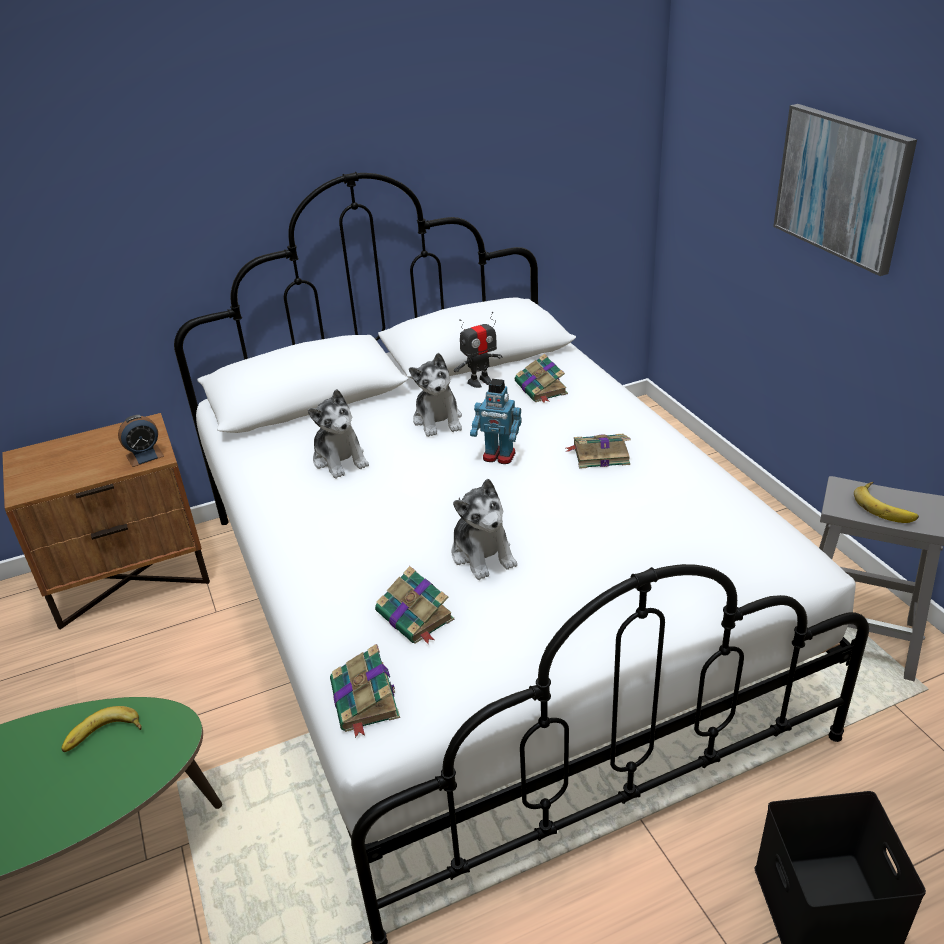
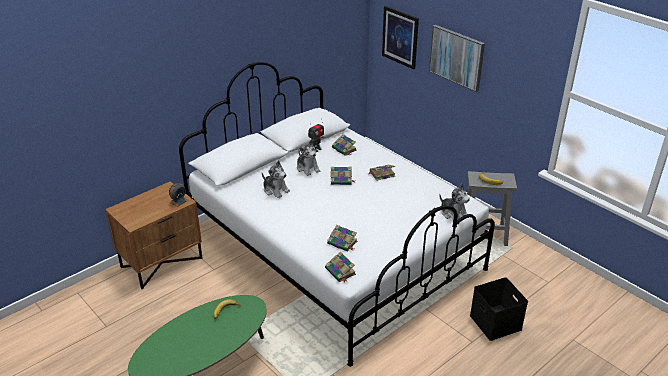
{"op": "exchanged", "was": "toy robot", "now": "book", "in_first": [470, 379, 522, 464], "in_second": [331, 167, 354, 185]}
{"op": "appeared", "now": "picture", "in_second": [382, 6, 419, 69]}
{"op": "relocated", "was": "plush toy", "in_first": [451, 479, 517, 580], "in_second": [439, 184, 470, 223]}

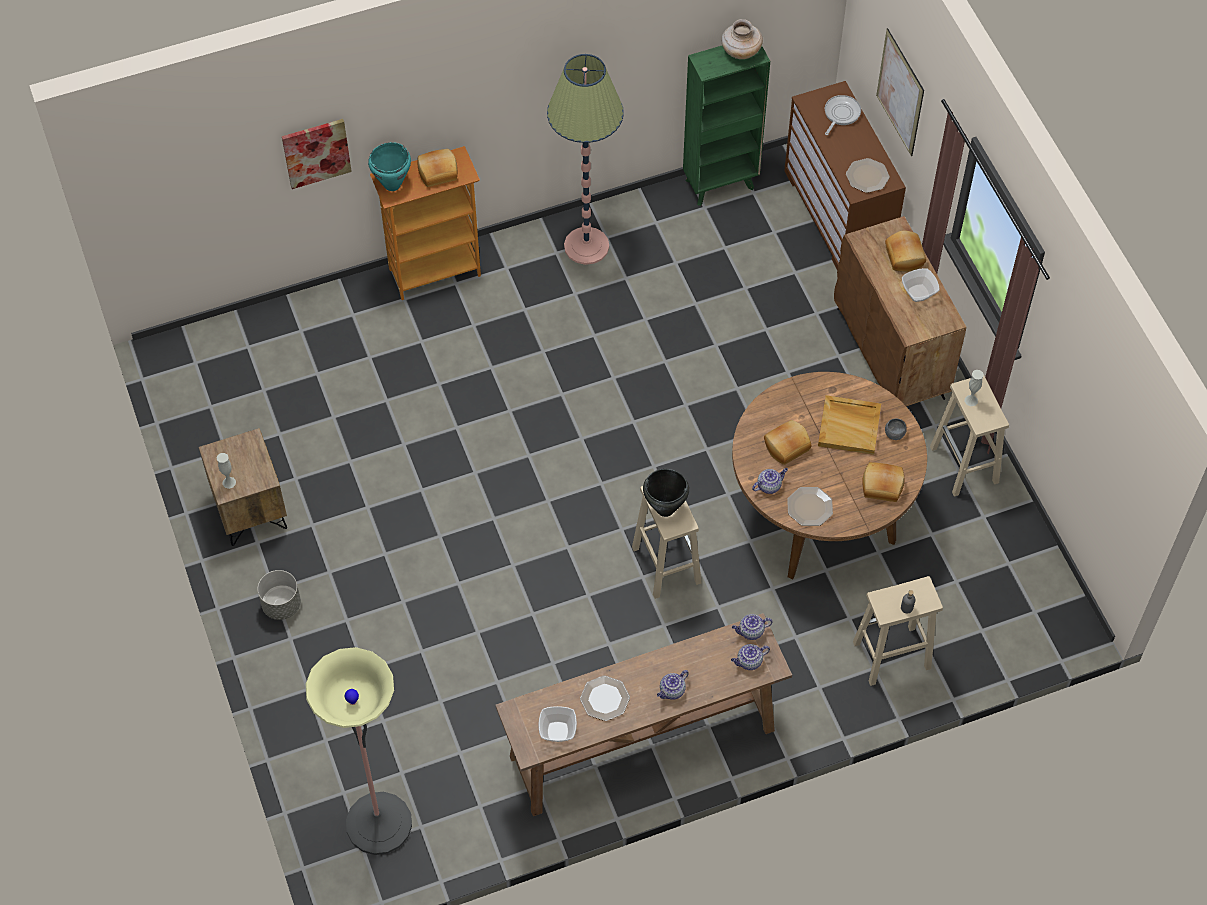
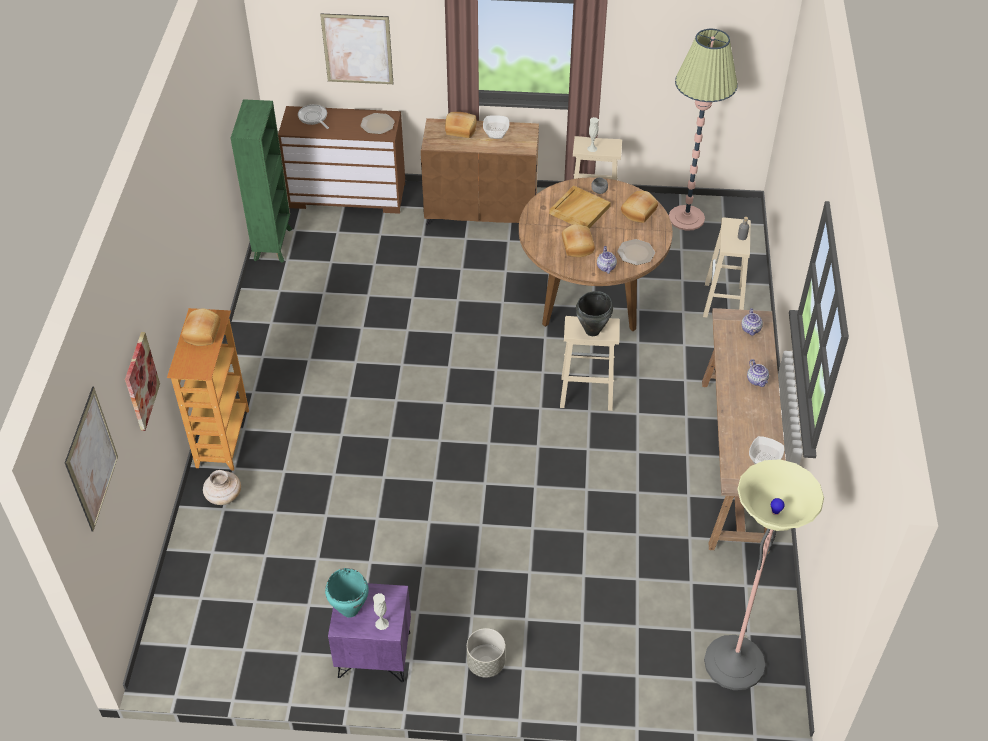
{"op": "appeared", "now": "picture", "in_second": [65, 387, 118, 532]}
{"op": "relocated", "was": "beige vase", "in_first": [721, 19, 763, 59], "in_second": [203, 470, 241, 505]}
{"op": "relocated", "was": "turquoise cooking pot", "in_first": [368, 142, 411, 191], "in_second": [325, 568, 369, 618]}
{"op": "colour", "was": "brown nightstand", "now": "purple nightstand", "in_first": [199, 428, 287, 546], "in_second": [328, 583, 411, 682]}
{"op": "relocated", "was": "floor lamp", "in_first": [547, 54, 624, 265], "in_second": [669, 29, 738, 231]}
{"op": "missing", "was": "plate", "in_first": [580, 675, 630, 721]}
{"op": "missing", "was": "teapot", "in_first": [732, 614, 773, 640]}

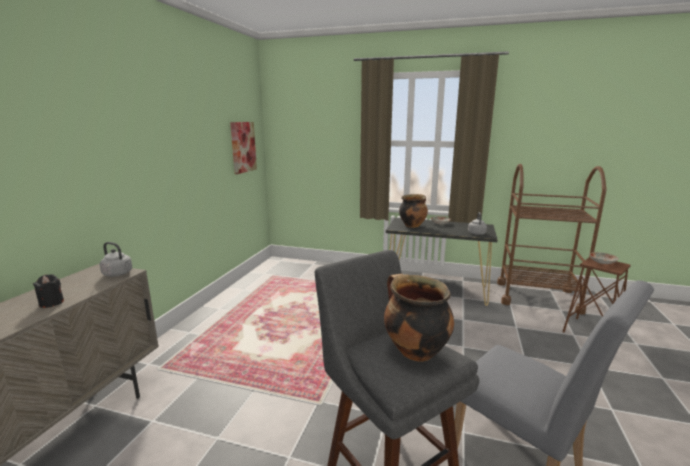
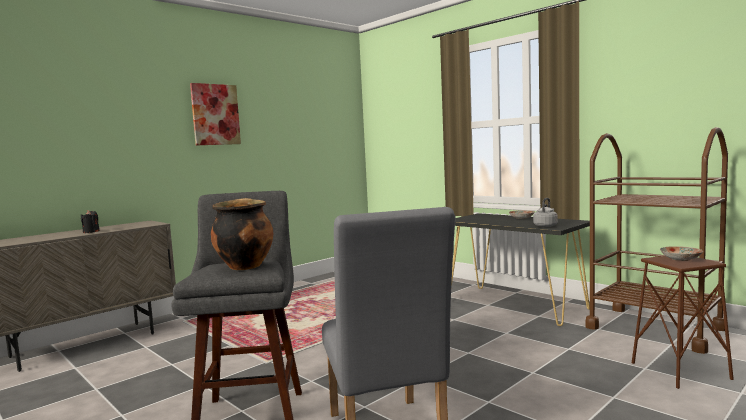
{"op": "relocated", "was": "picture", "in_first": [230, 122, 257, 174], "in_second": [190, 83, 241, 145]}
{"op": "missing", "was": "grey kettle", "in_first": [100, 242, 132, 277]}
{"op": "missing", "was": "cooking pot", "in_first": [399, 194, 428, 228]}

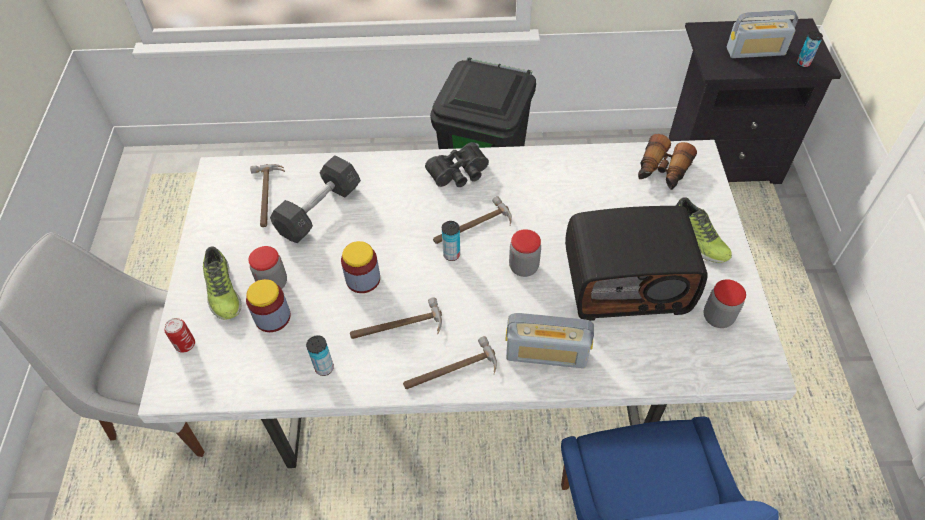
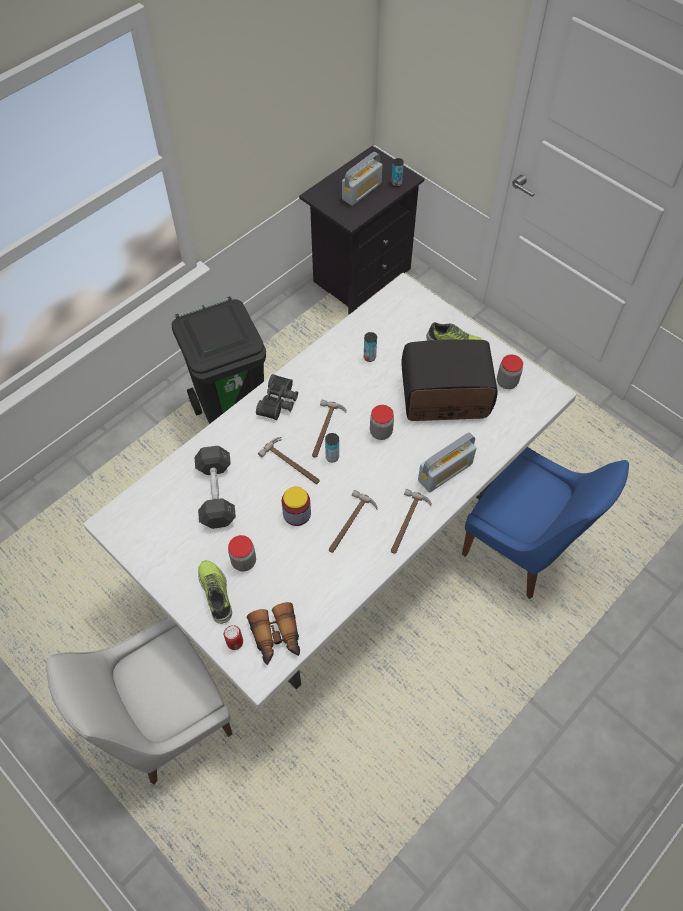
{"op": "spun", "was": "shoe", "in_first": [203, 246, 242, 320], "in_second": [198, 560, 232, 624], "clockwise": -135}
{"op": "relocated", "was": "binoculars", "in_first": [638, 134, 697, 190], "in_second": [247, 602, 300, 665]}
{"op": "relocated", "was": "hammer", "in_first": [250, 164, 285, 227], "in_second": [258, 437, 320, 484]}
{"op": "relocated", "was": "can", "in_first": [306, 335, 334, 376], "in_second": [364, 332, 377, 362]}
{"op": "spun", "was": "radio", "in_first": [565, 206, 708, 321], "in_second": [402, 339, 497, 421], "clockwise": -135}
{"op": "missing", "was": "jar", "in_first": [246, 279, 291, 332]}

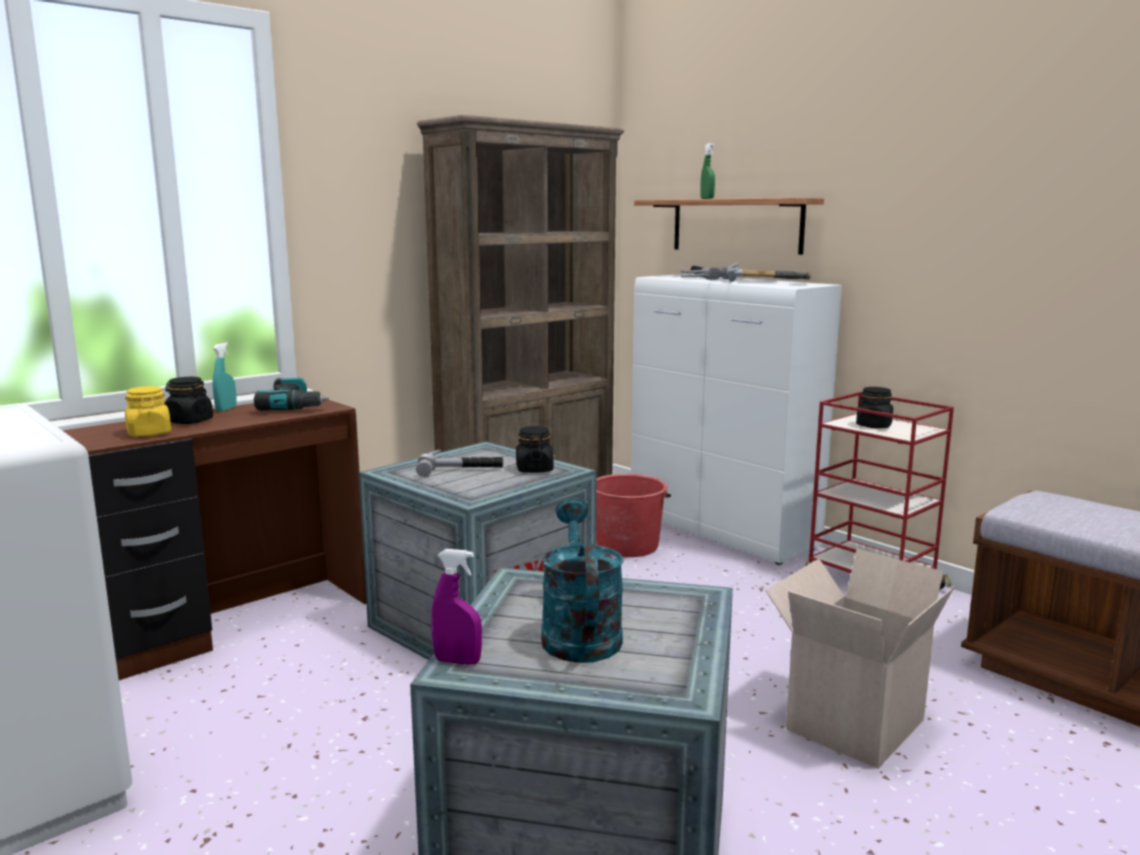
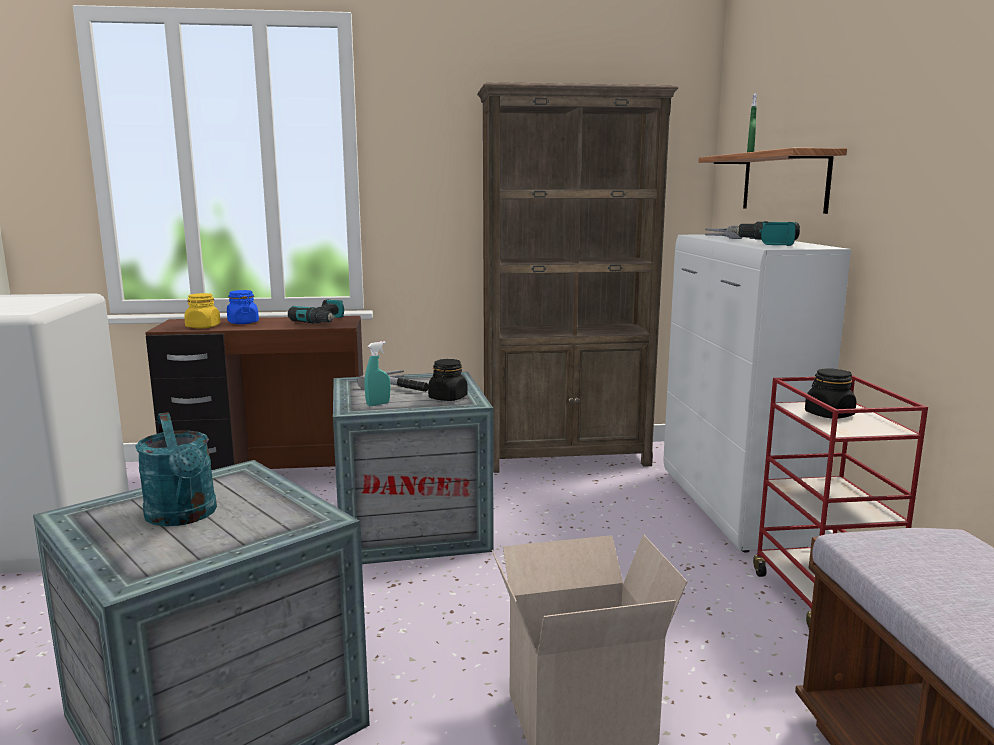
{"op": "spun", "was": "turquoise watering can", "in_first": [541, 498, 624, 663], "in_second": [135, 412, 217, 526], "clockwise": 120}
{"op": "colour", "was": "black jar", "now": "blue jar", "in_first": [164, 377, 213, 424], "in_second": [227, 290, 259, 324]}
{"op": "relocated", "was": "turquoise spray bottle", "in_first": [213, 342, 237, 412], "in_second": [365, 341, 391, 406]}
{"op": "exchanged", "was": "hammer", "now": "power drill", "in_first": [727, 262, 811, 282], "in_second": [731, 221, 800, 246]}
{"op": "missing", "was": "purple spray bottle", "in_first": [431, 549, 482, 665]}
{"op": "missing", "was": "red bucket", "in_first": [596, 474, 671, 557]}

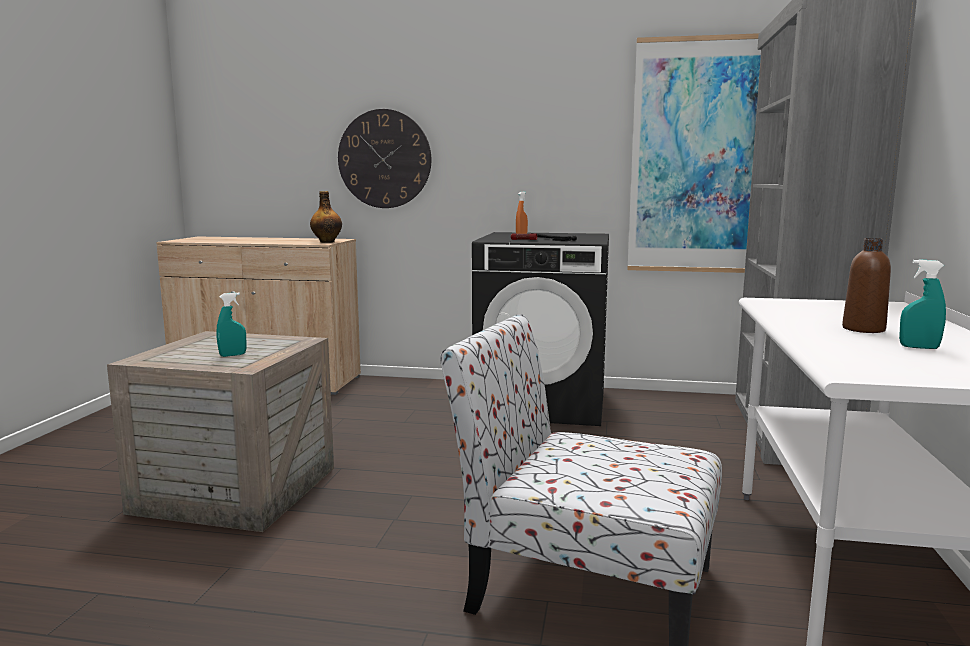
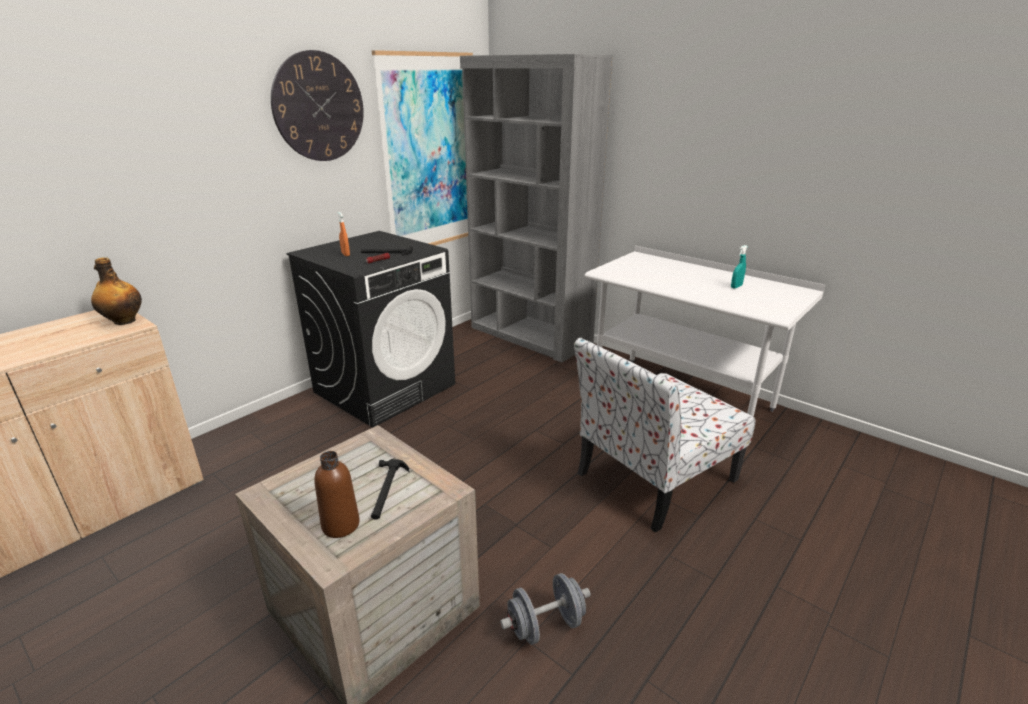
{"op": "relocated", "was": "wall clock", "in_first": [338, 109, 431, 208], "in_second": [271, 50, 364, 161]}
{"op": "relocated", "was": "brown bottle", "in_first": [842, 238, 891, 333], "in_second": [314, 451, 360, 538]}
{"op": "exchanged", "was": "turquoise spray bottle", "now": "hammer", "in_first": [217, 292, 246, 357], "in_second": [371, 459, 409, 520]}
{"op": "appeared", "now": "grey dumbbell", "in_second": [500, 573, 591, 645]}

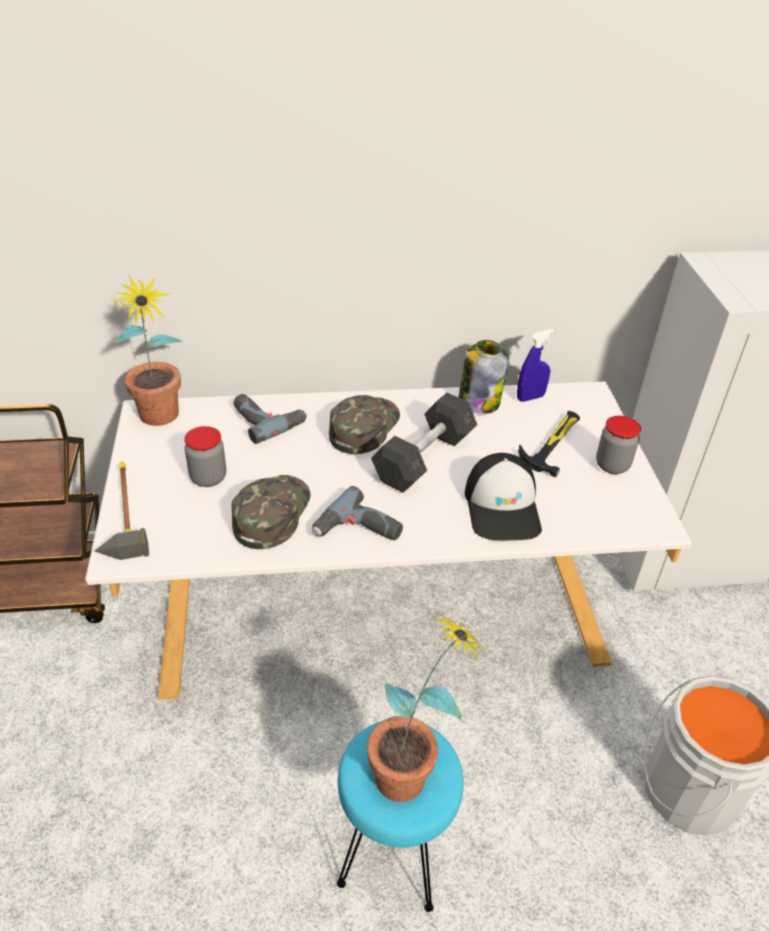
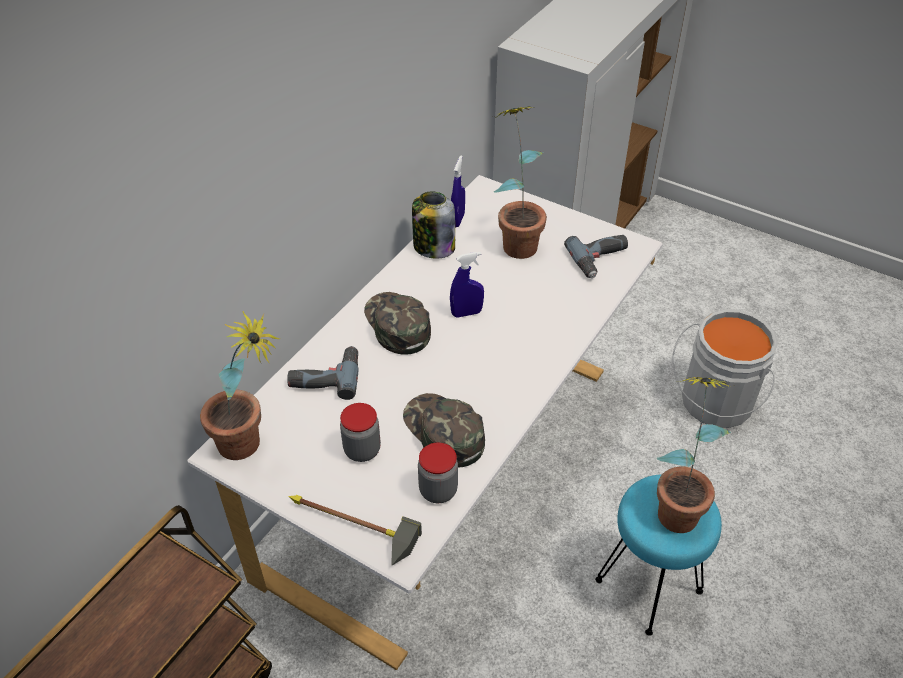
{"op": "relocated", "was": "jar", "in_first": [596, 416, 641, 474], "in_second": [418, 443, 458, 503]}
{"op": "exchanged", "was": "grey dumbbell", "now": "blue spray bottle", "in_first": [371, 393, 477, 493], "in_second": [450, 252, 484, 318]}
{"op": "exchanged", "was": "hammer", "now": "potted plant", "in_first": [518, 411, 580, 477], "in_second": [494, 107, 547, 259]}
{"op": "relocated", "was": "power drill", "in_first": [312, 486, 403, 540], "in_second": [564, 235, 628, 278]}
{"op": "missing", "was": "cap", "in_first": [465, 453, 542, 540]}

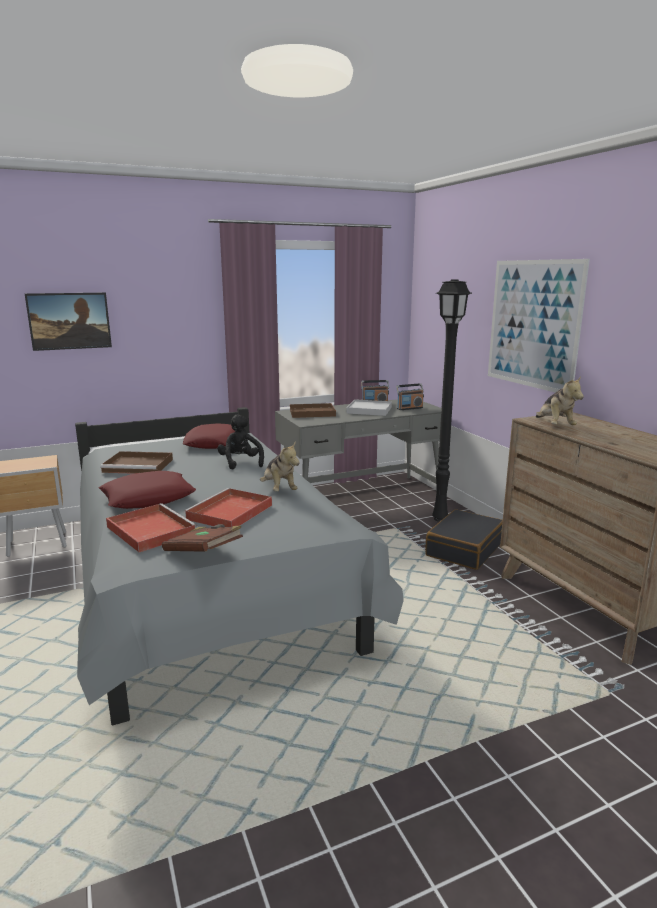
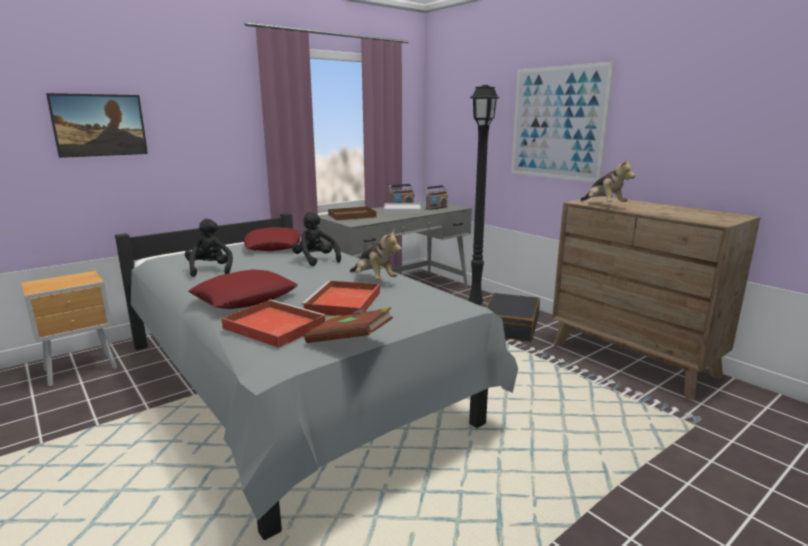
{"op": "exchanged", "was": "brown tray", "now": "black plush toy", "in_first": [100, 451, 173, 474], "in_second": [185, 219, 233, 277]}

